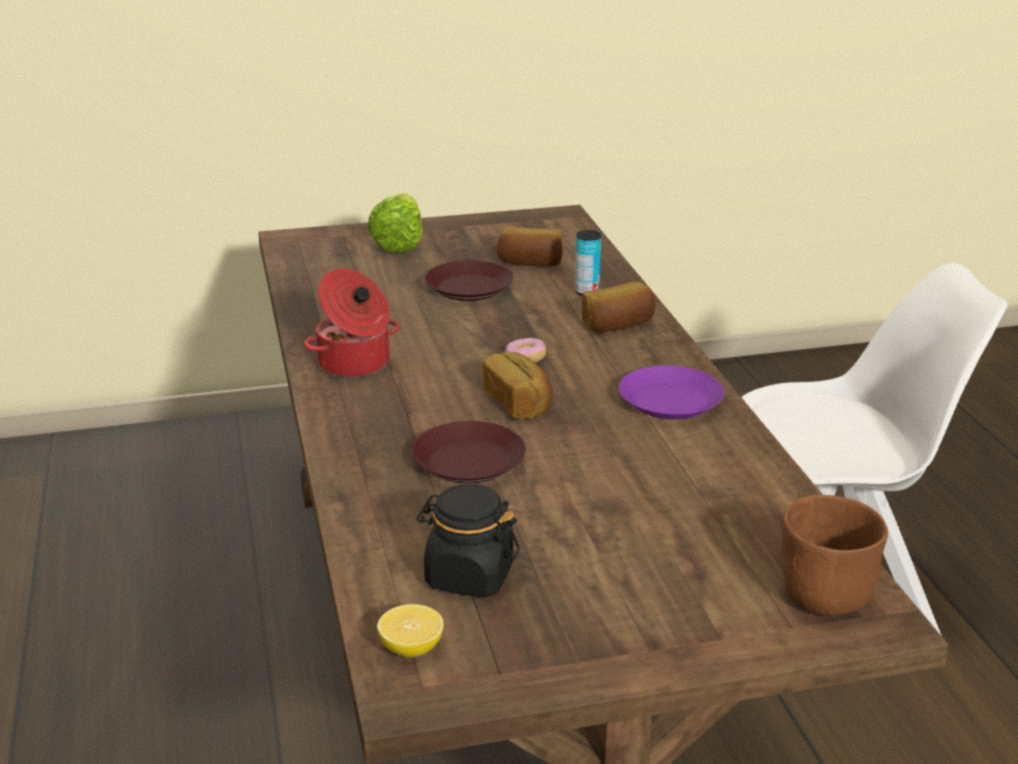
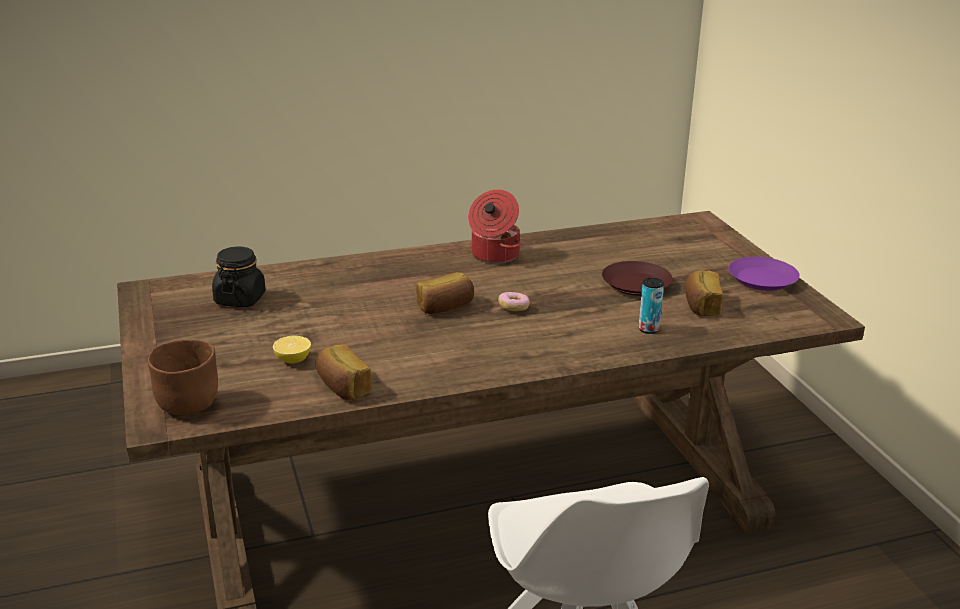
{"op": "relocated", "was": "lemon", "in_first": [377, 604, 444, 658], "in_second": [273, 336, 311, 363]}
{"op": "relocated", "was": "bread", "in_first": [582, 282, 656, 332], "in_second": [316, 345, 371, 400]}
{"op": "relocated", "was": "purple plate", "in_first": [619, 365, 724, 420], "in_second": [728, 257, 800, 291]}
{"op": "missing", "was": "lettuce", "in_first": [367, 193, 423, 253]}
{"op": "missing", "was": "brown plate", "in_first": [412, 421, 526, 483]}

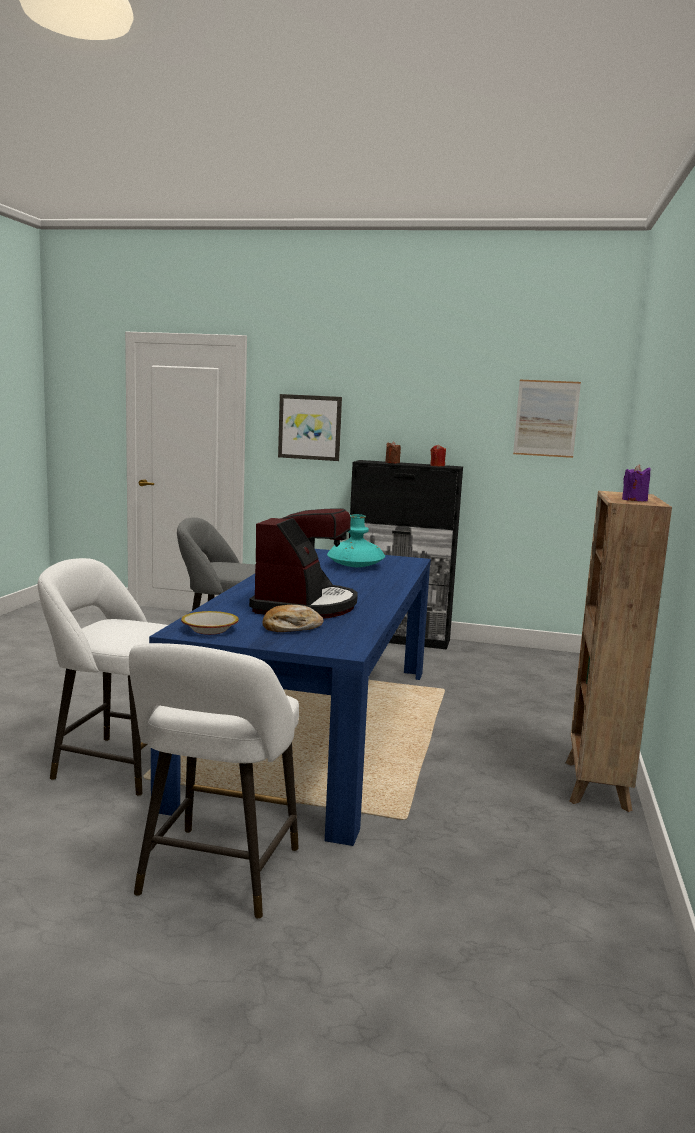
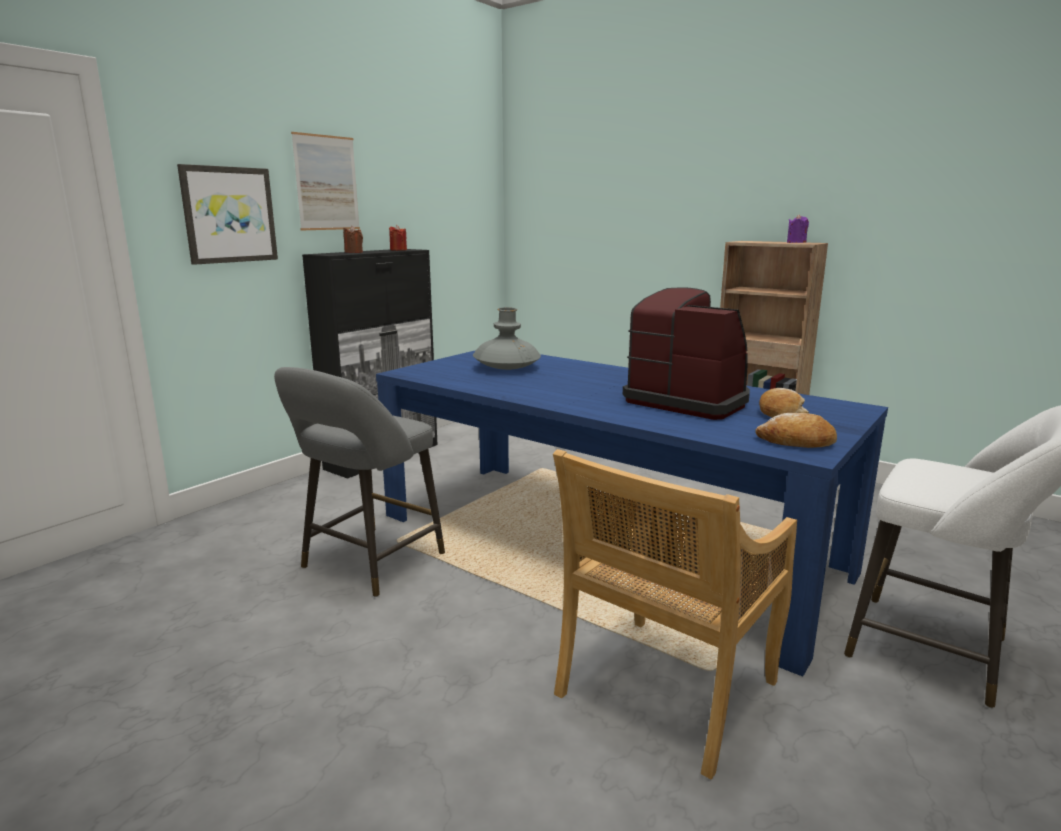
{"op": "relocated", "was": "picture", "in_first": [513, 380, 581, 458], "in_second": [291, 132, 360, 230]}
{"op": "colour", "was": "turquoise vase", "now": "grey vase", "in_first": [327, 514, 385, 567], "in_second": [473, 307, 541, 370]}
{"op": "exchanged", "was": "white stool", "now": "beige chair", "in_first": [38, 558, 168, 797], "in_second": [553, 449, 797, 779]}
{"op": "exchanged", "was": "bowl", "now": "bread", "in_first": [181, 611, 239, 635], "in_second": [755, 413, 837, 448]}

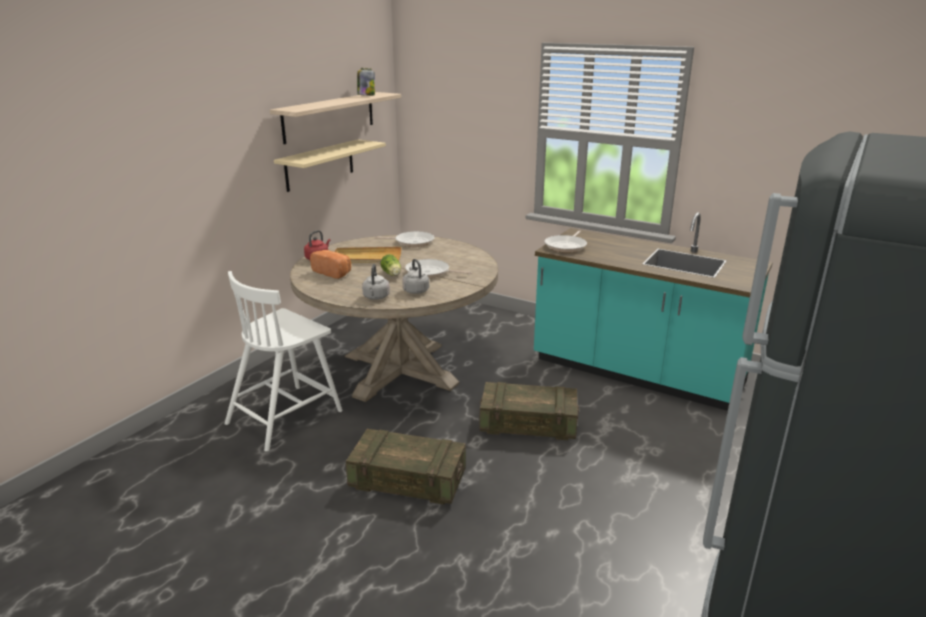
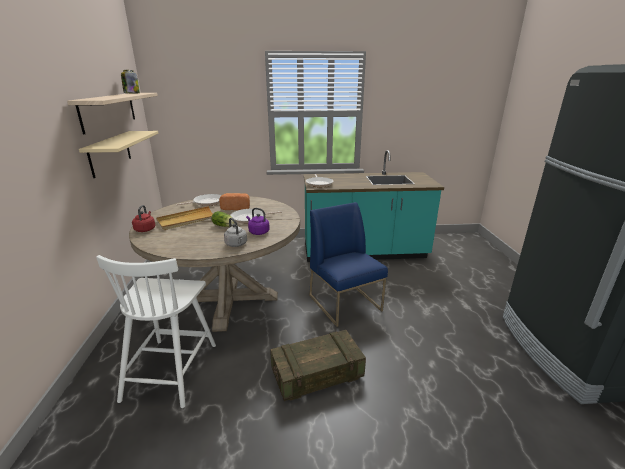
{"op": "relocated", "was": "bread", "in_first": [310, 250, 351, 279], "in_second": [219, 193, 250, 210]}
{"op": "colour", "was": "grey kettle", "now": "purple kettle", "in_first": [402, 259, 429, 294], "in_second": [246, 208, 270, 235]}
{"op": "exchanged", "was": "crate", "now": "blue chair", "in_first": [479, 382, 579, 440], "in_second": [309, 202, 388, 327]}

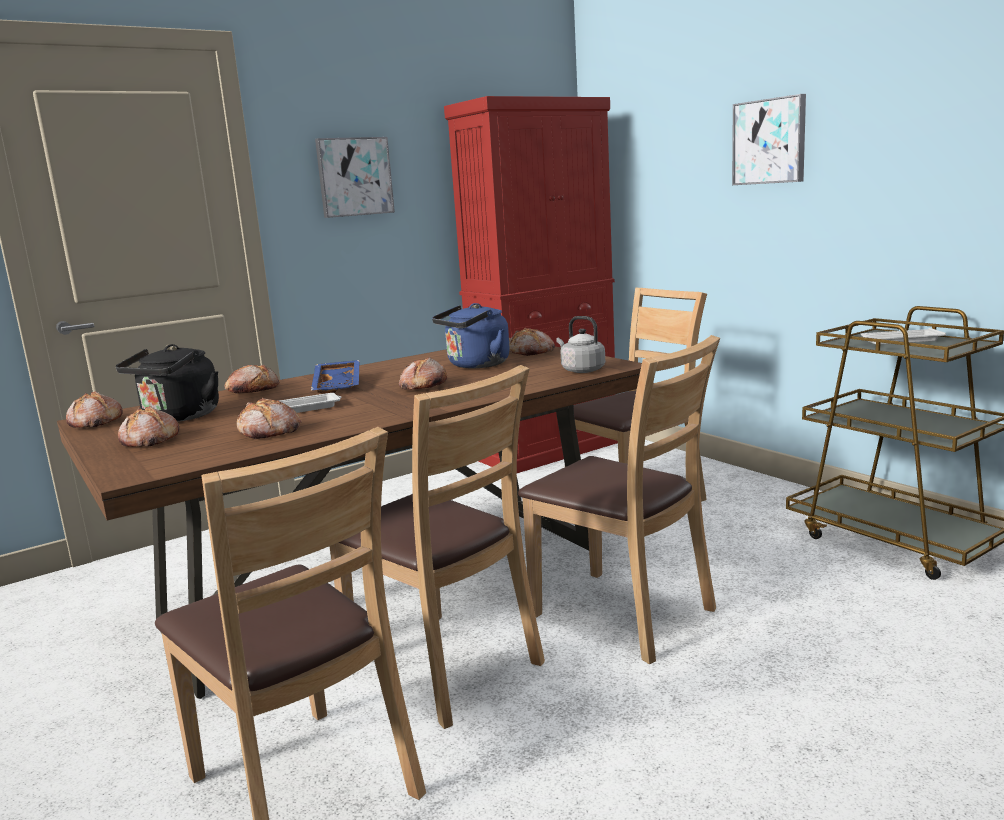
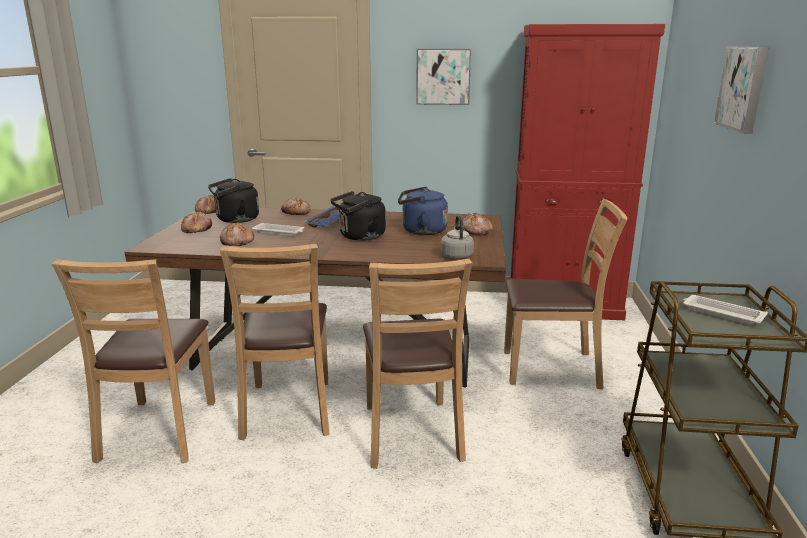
{"op": "exchanged", "was": "bread", "now": "black kettle", "in_first": [399, 357, 447, 390], "in_second": [331, 191, 386, 241]}

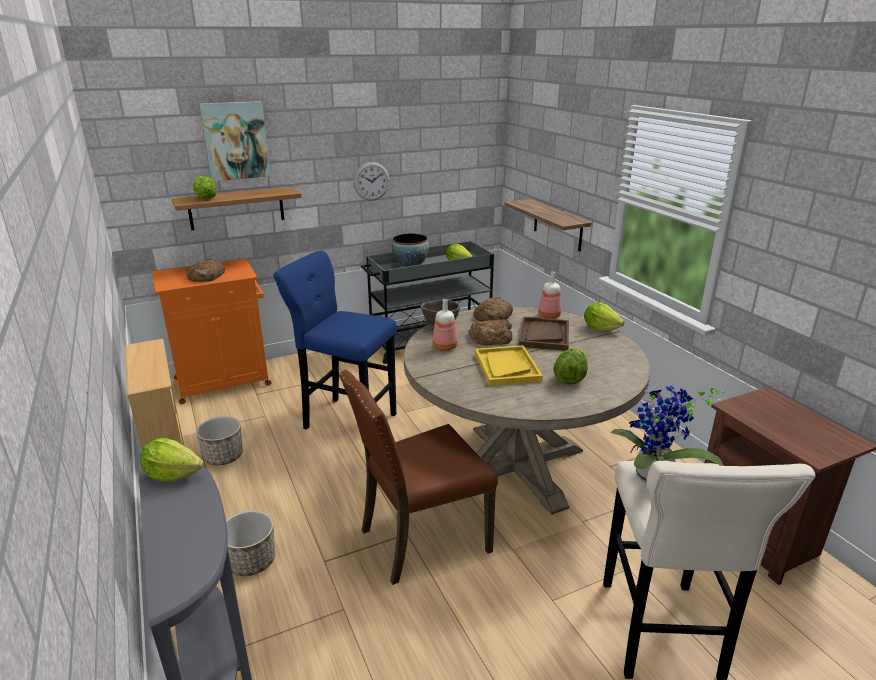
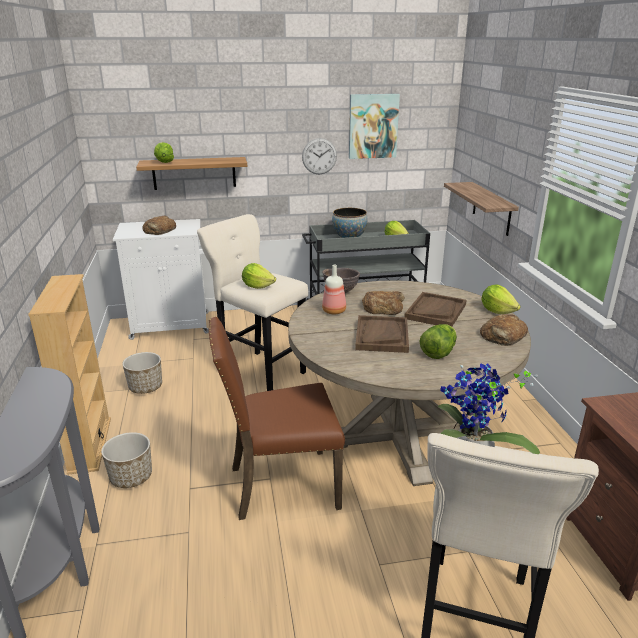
{"op": "colour", "was": "orange cabinet", "now": "white cabinet", "in_first": [152, 259, 271, 404], "in_second": [113, 219, 209, 340]}
{"op": "colour", "was": "blue stool", "now": "beige stool", "in_first": [273, 251, 397, 430], "in_second": [197, 214, 308, 391]}
{"op": "relocated", "was": "lettuce", "in_first": [140, 438, 204, 483], "in_second": [242, 263, 276, 289]}
{"op": "relocated", "was": "picture", "in_first": [199, 101, 271, 181], "in_second": [349, 94, 400, 159]}
{"op": "colour", "was": "yellow tray", "now": "brown tray", "in_first": [475, 345, 543, 386], "in_second": [355, 315, 409, 353]}
{"op": "relocated", "was": "bread", "in_first": [473, 297, 513, 321], "in_second": [480, 314, 528, 346]}
{"op": "missing", "was": "bottle", "in_first": [538, 272, 561, 319]}

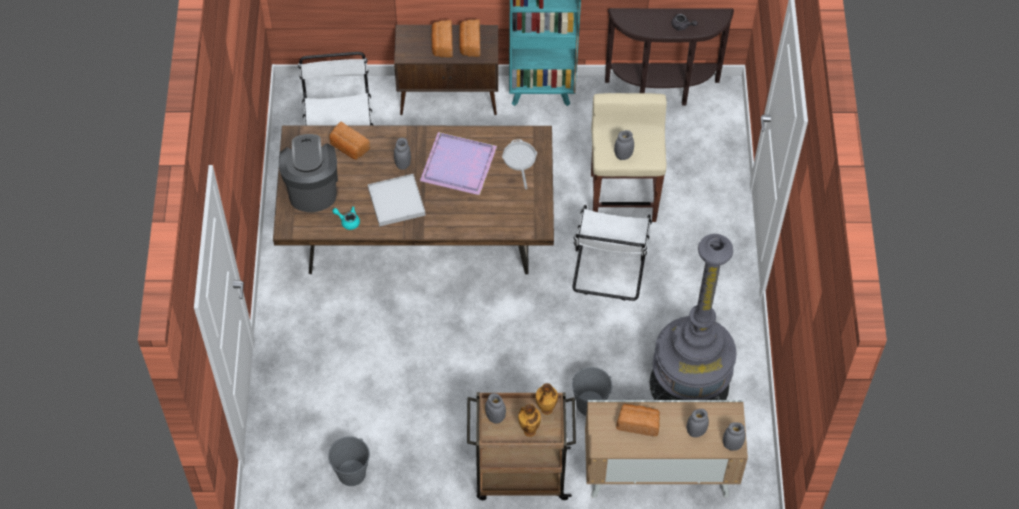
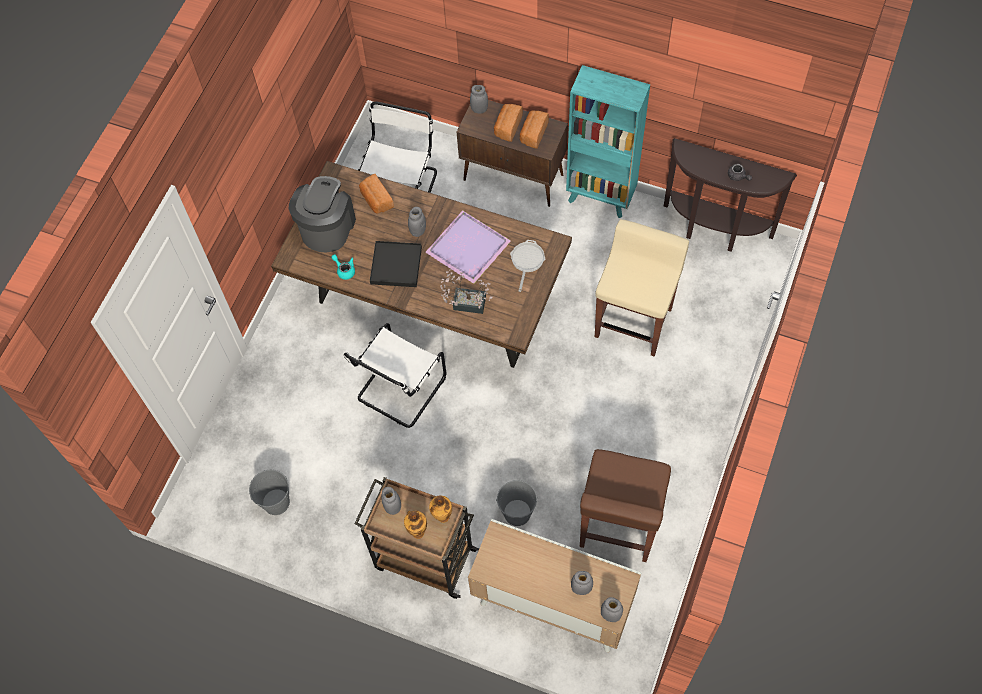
{"op": "relocated", "was": "white chair", "in_first": [573, 205, 652, 301], "in_second": [344, 323, 446, 428]}
{"op": "colour", "was": "white tray", "now": "black tray", "in_first": [368, 174, 425, 226], "in_second": [370, 241, 422, 287]}
{"op": "appeared", "now": "potted plant", "in_second": [441, 269, 493, 314]}
{"op": "relocated", "was": "grey jar", "in_first": [614, 130, 634, 160], "in_second": [470, 85, 488, 114]}
{"op": "exchanged", "was": "grey floor lamp", "now": "brown stool", "in_first": [650, 234, 737, 400], "in_second": [580, 449, 671, 562]}
{"op": "missing", "was": "bread", "in_first": [616, 404, 660, 436]}

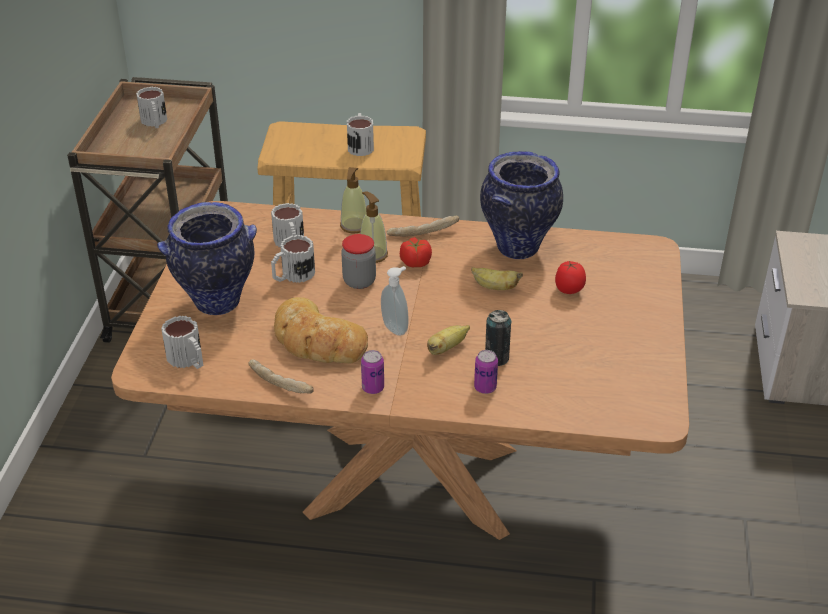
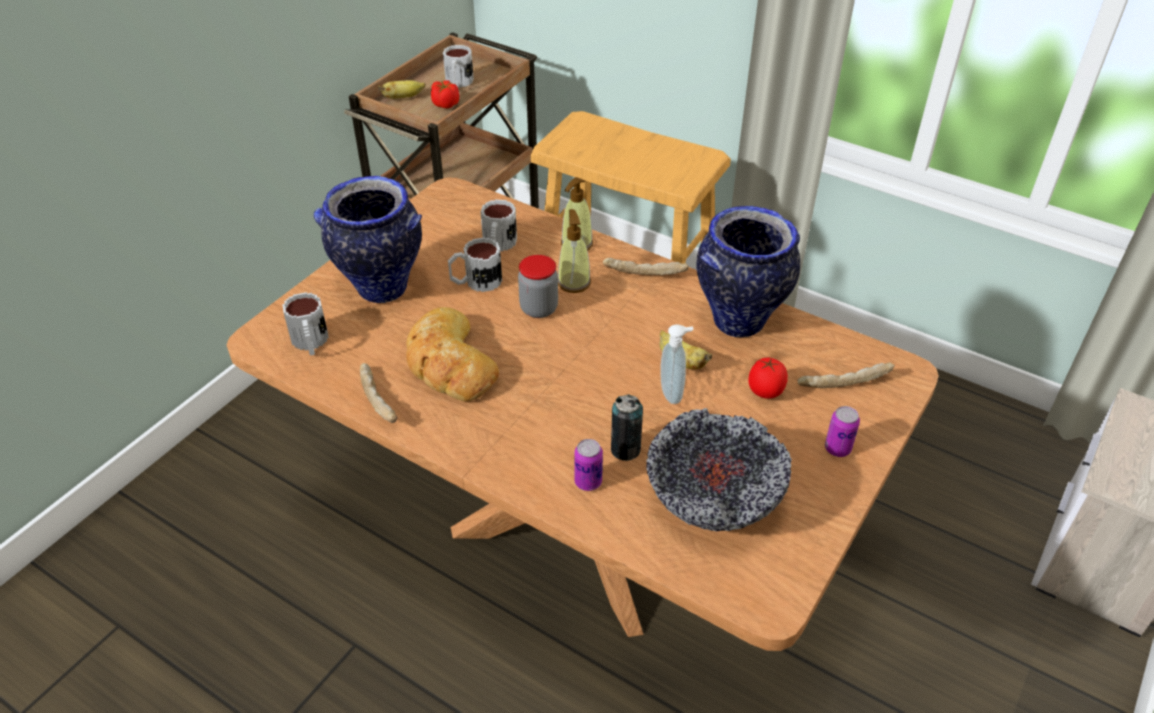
{"op": "relocated", "was": "banana", "in_first": [427, 325, 470, 355], "in_second": [378, 80, 426, 99]}
{"op": "relocated", "was": "tomato", "in_first": [400, 237, 432, 267], "in_second": [431, 80, 459, 108]}
{"op": "appeared", "now": "bowl", "in_second": [646, 408, 792, 531]}
{"op": "relocated", "was": "soap dispenser", "in_first": [381, 266, 408, 336], "in_second": [660, 324, 694, 404]}
{"op": "appeared", "now": "bread", "in_second": [798, 362, 895, 388]}
{"op": "relocated", "was": "can", "in_first": [361, 350, 384, 394], "in_second": [825, 406, 860, 457]}
{"op": "missing", "was": "mug", "in_first": [347, 113, 374, 156]}

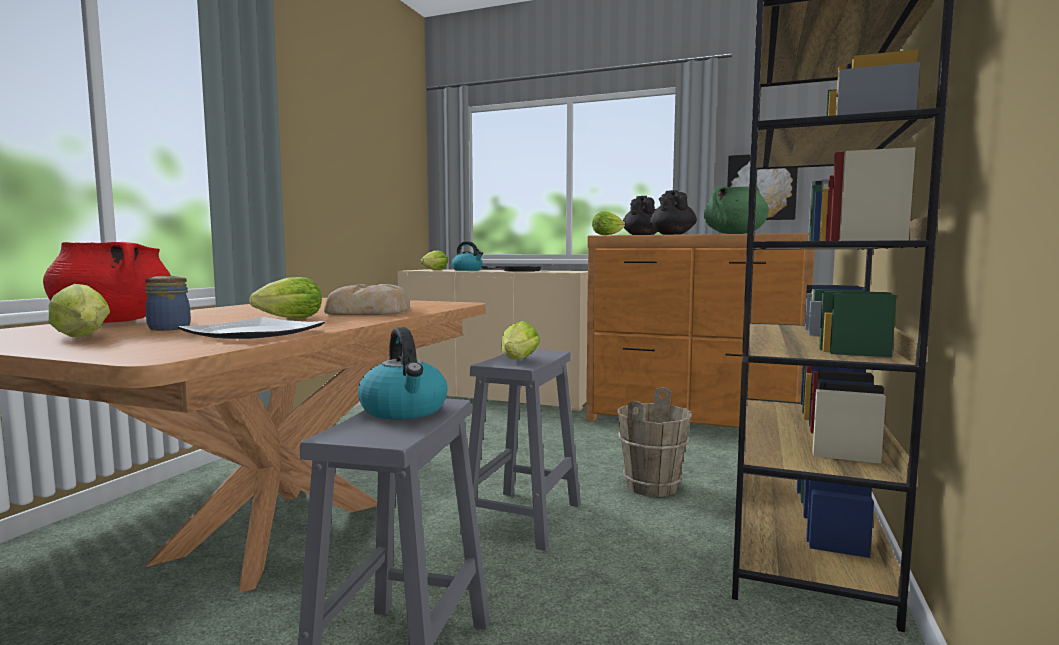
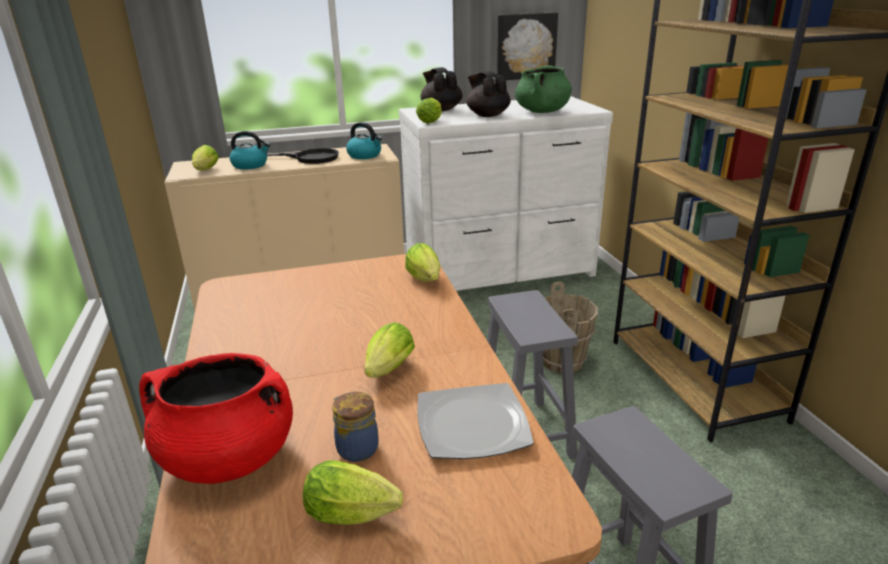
{"op": "relocated", "was": "kettle", "in_first": [358, 328, 448, 419], "in_second": [346, 122, 382, 159]}
{"op": "colour", "was": "brown dresser", "now": "white dresser", "in_first": [586, 233, 815, 428], "in_second": [399, 96, 613, 291]}
{"op": "relocated", "was": "lettuce", "in_first": [501, 321, 540, 360], "in_second": [405, 243, 440, 282]}
{"op": "missing", "was": "bread", "in_first": [324, 284, 410, 315]}

